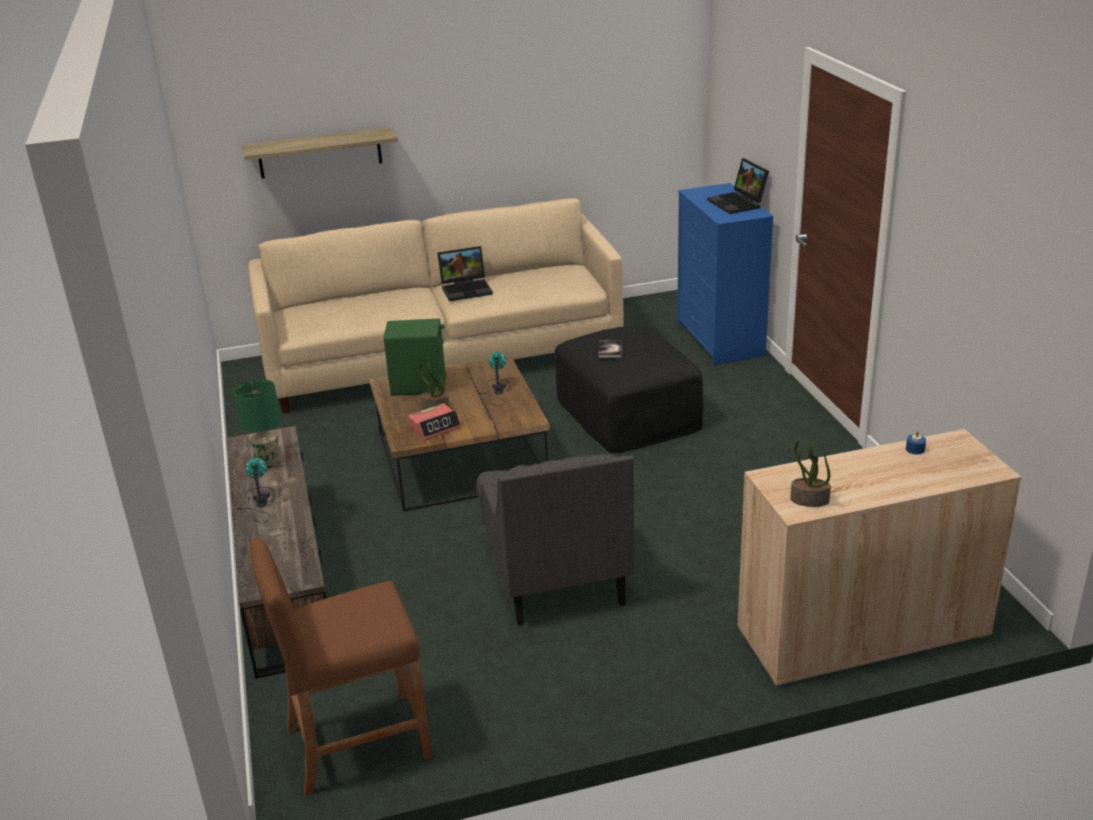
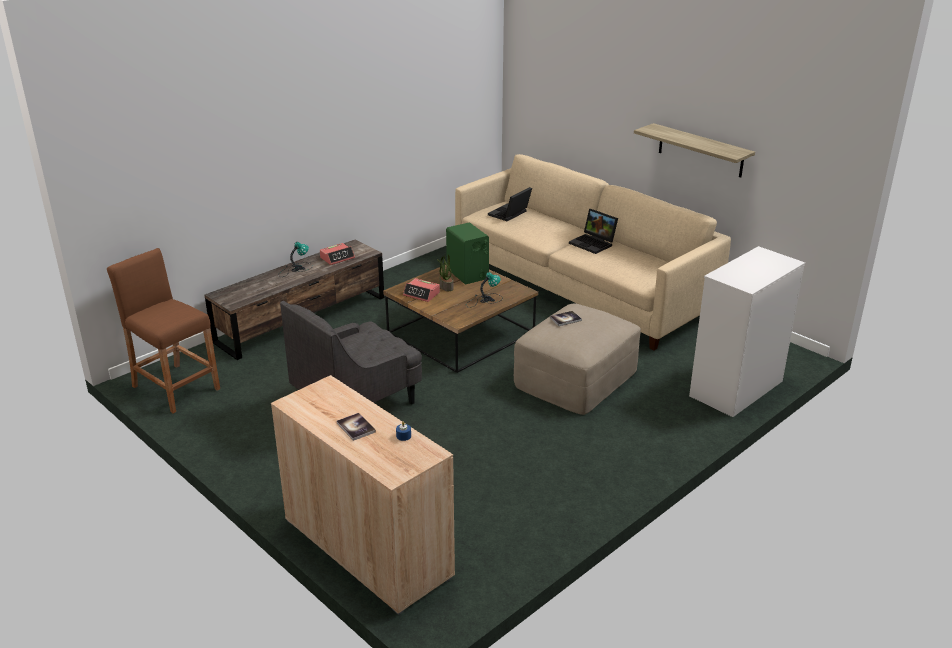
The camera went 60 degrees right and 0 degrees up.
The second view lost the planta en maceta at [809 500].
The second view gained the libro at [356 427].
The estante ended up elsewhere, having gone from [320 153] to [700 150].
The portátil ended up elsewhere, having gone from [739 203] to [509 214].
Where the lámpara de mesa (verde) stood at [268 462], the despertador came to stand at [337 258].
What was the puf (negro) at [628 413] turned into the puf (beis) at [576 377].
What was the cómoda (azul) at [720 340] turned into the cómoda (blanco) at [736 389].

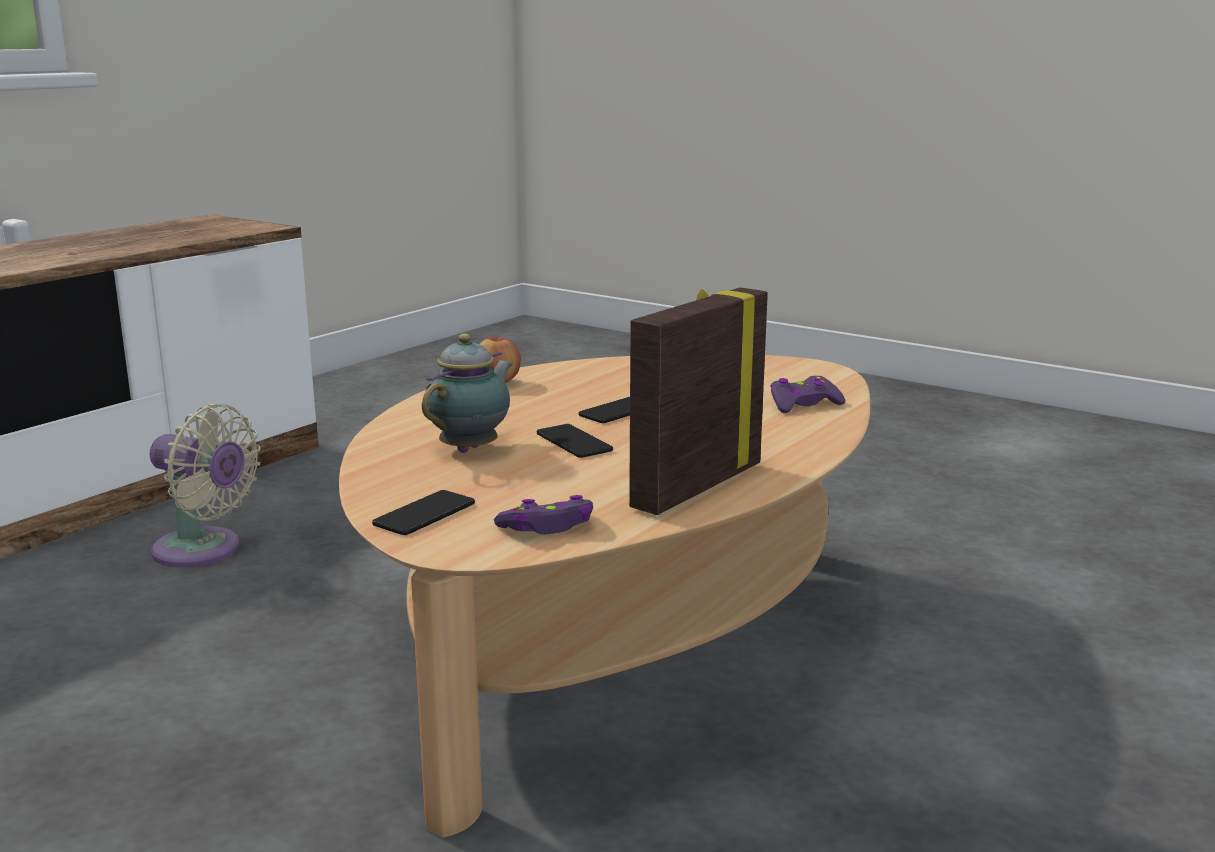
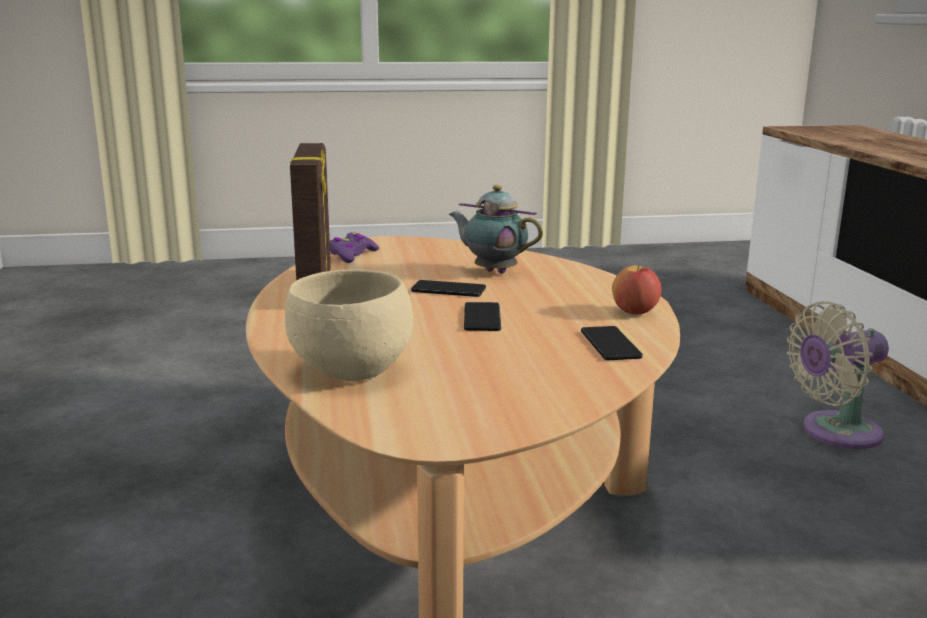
The camera went 135 degrees right and 0 degrees up.
The móvil ended up elsewhere, having gone from [424 514] to [610 344].
Where the mando de consola (morado) stood at [803 404], the cuenco (beis) came to stand at [352 372].
The tetera at [472 448] ended up facing another way, 135 degrees clockwise from before.

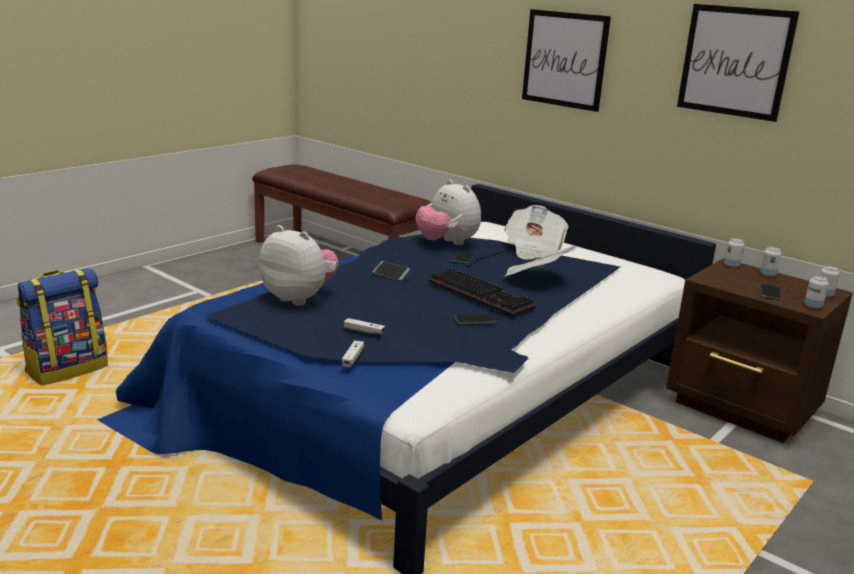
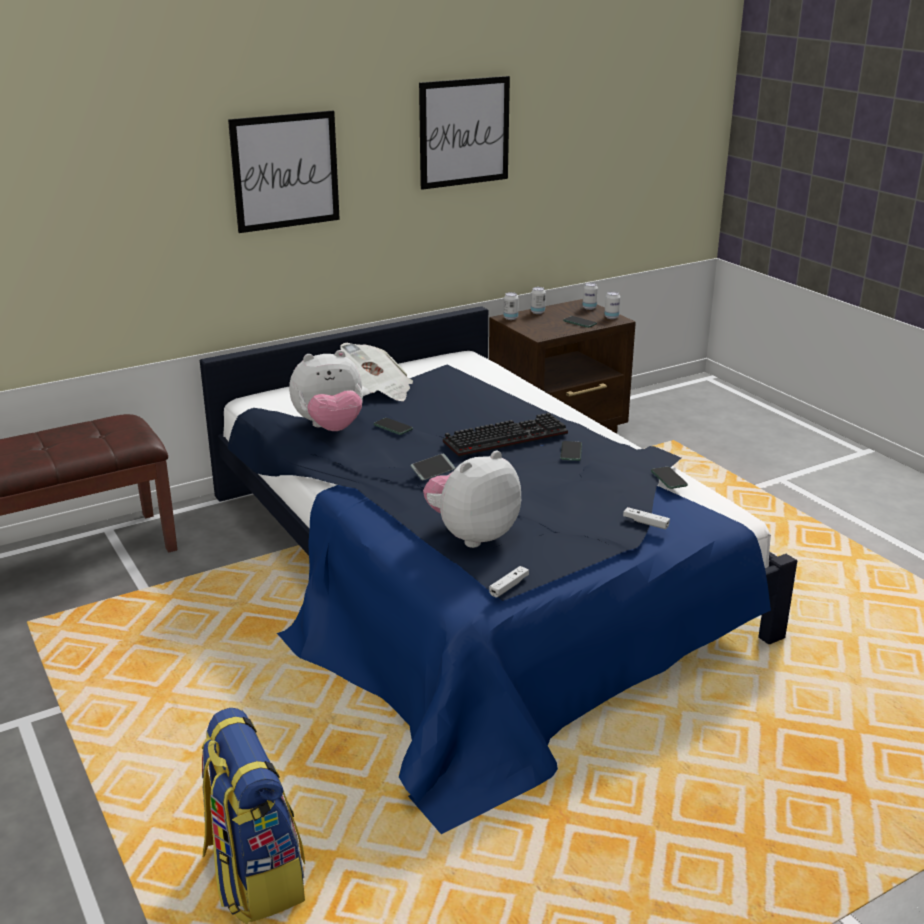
The camera went 70 degrees left and 5 degrees up.
The second view lost the periódico at [535 279].
The second view gained the móvil at [669 478].
The mando de consola (blanco) ended up elsewhere, having gone from [364 331] to [509 586].

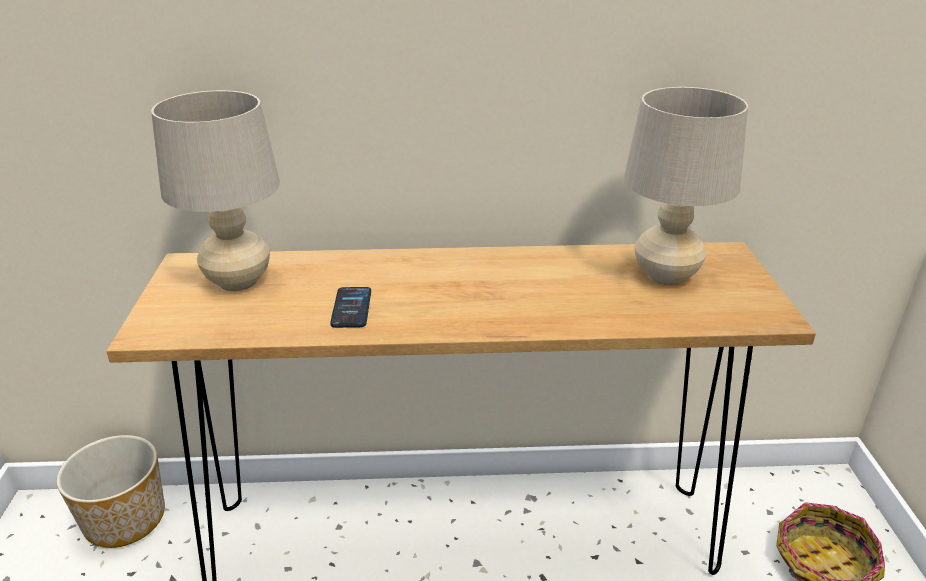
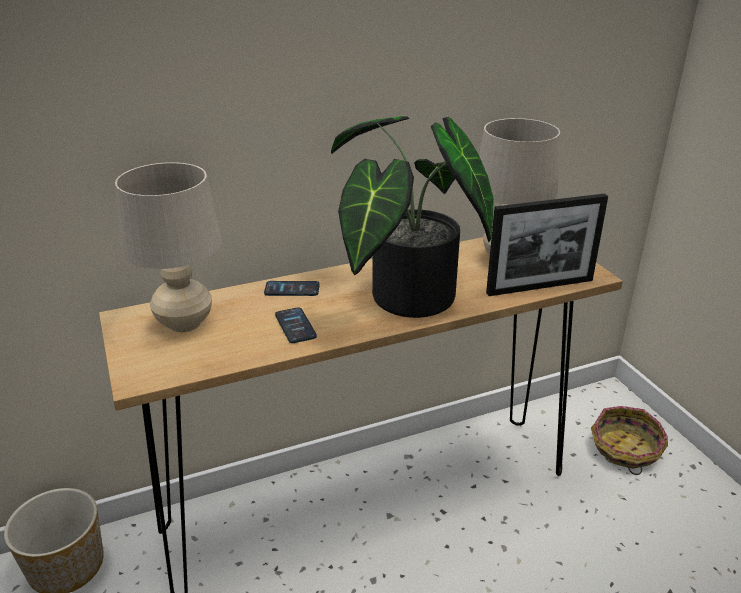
The camera went 20 degrees left and 0 degrees up.
The second view gained the móvil at [292 289].
The second view gained the planta en maceta at [403 300].
The second view gained the portarretratos at [540 286].

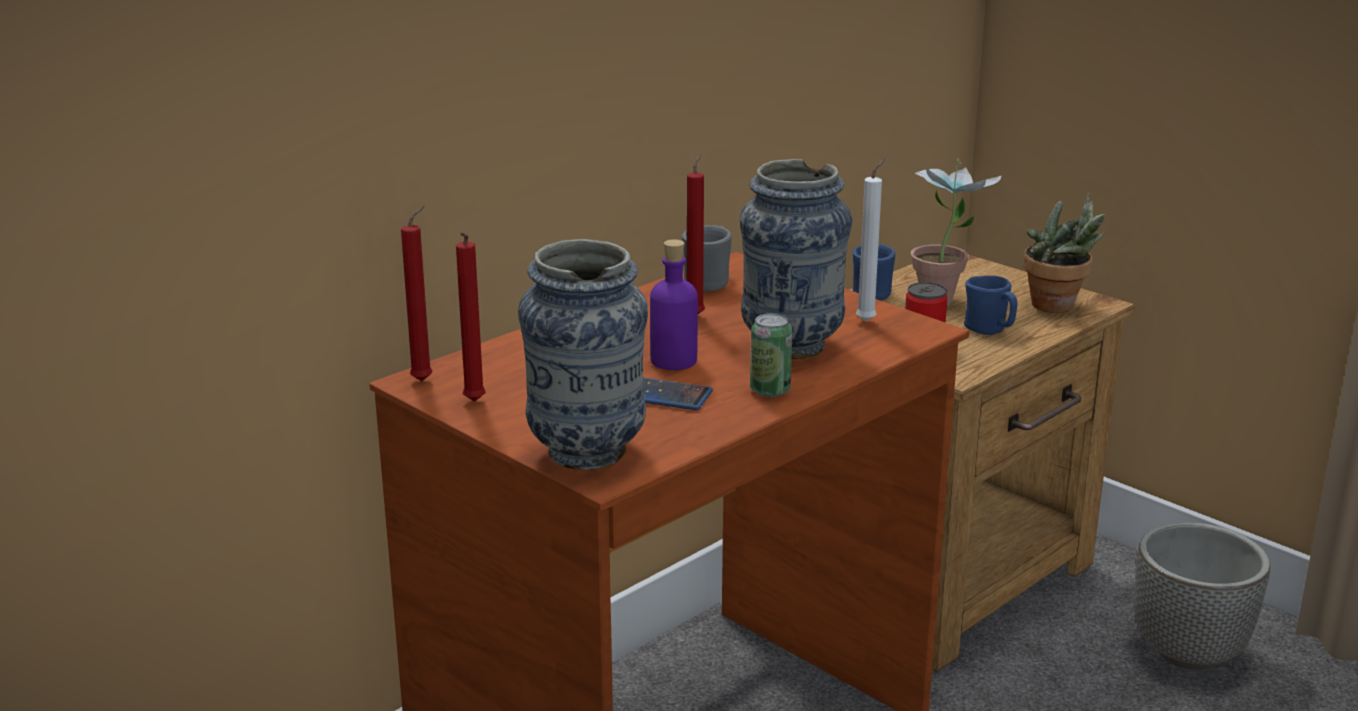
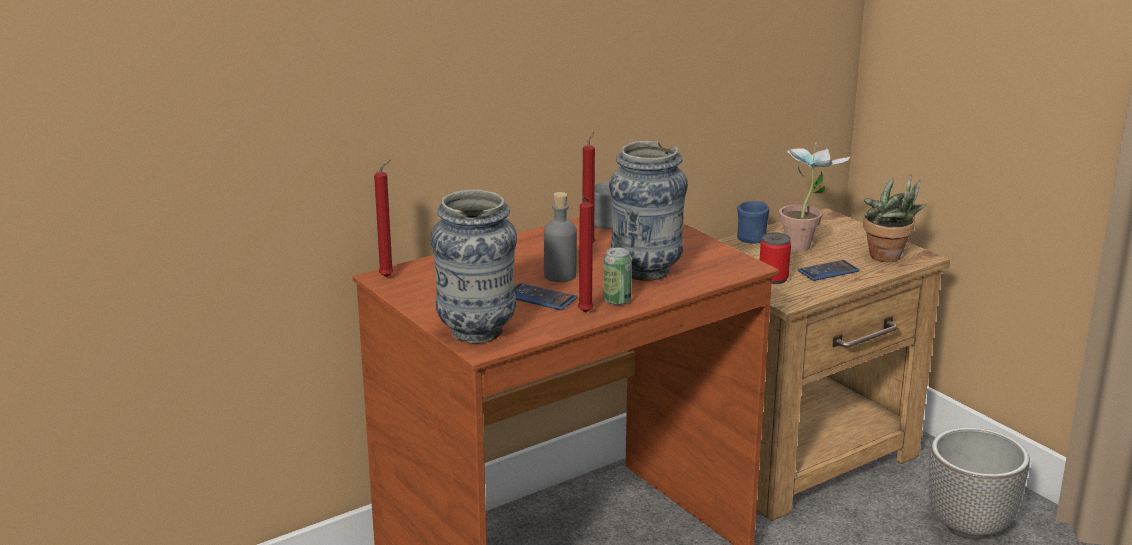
The camera went 10 degrees right and 0 degrees up.
The second view lost the vela (blanco) at [868 321].
The vela (rojo) ended up elsewhere, having gone from [473 403] to [584 313].
Where the taza grande (azul) stood at [989 330], the móvil came to stand at [828 271].
What was the botella (morado) at [673 360] turned into the botella (gris) at [560 275].

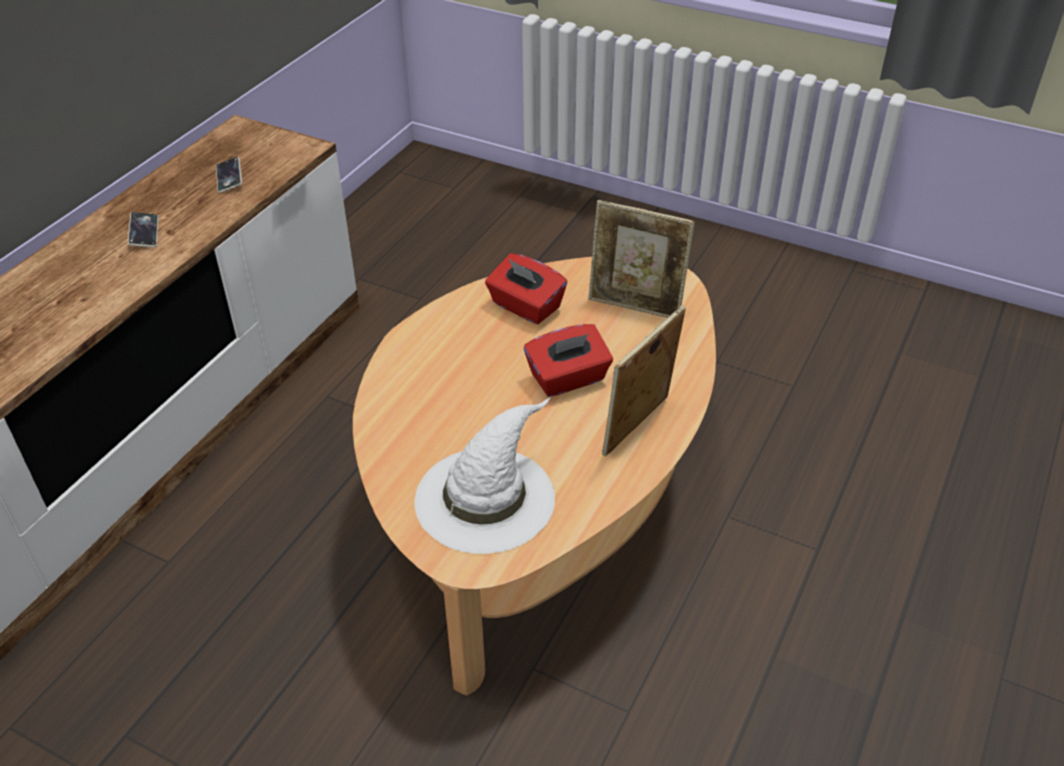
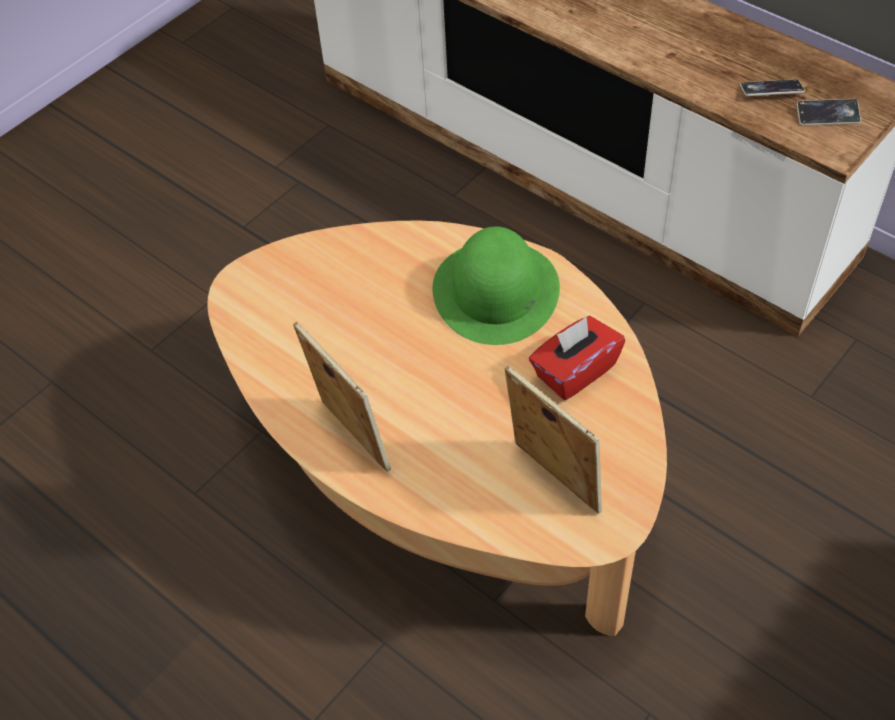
The camera went 105 degrees right and 10 degrees up.
The second view lost the sombrero (blanco) at [486 497].
The second view lost the caja de pañuelos (rojo) at [568 379].
The second view gained the sombrero (verde) at [496 291].
The móvil ended up elsewhere, having gone from [144 233] to [827 115].
The portarretratos at [635 307] ended up facing another way, 105 degrees clockwise from before.

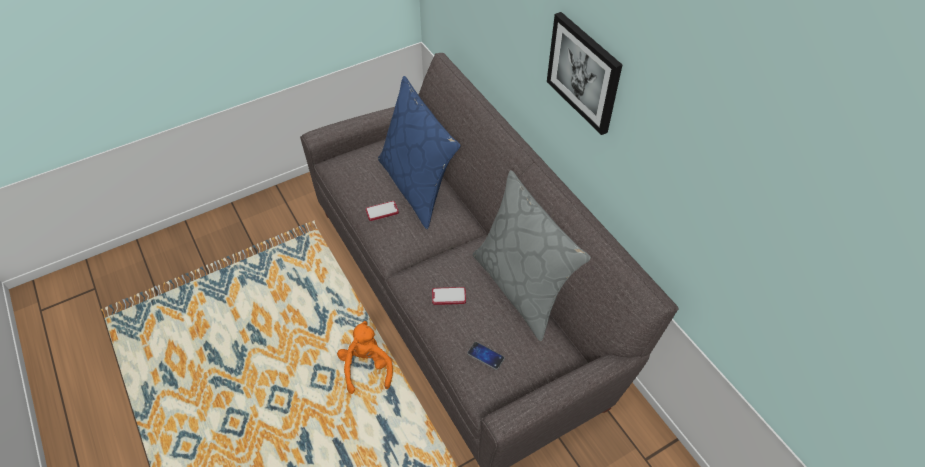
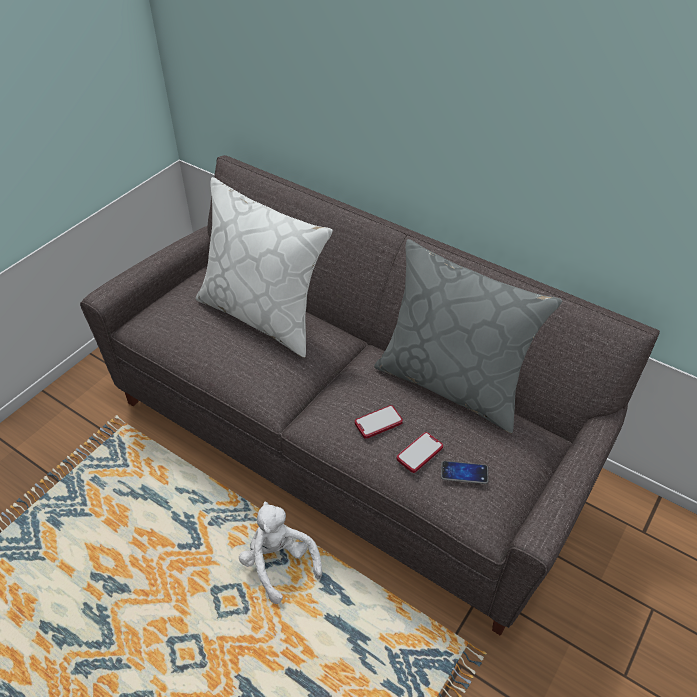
The camera went 25 degrees left and 5 degrees down.
The second view lost the cuadro at [584 72].
The móvil ended up elsewhere, having gone from [382 211] to [419 453].
What was the peluche (naranja) at [367 367] turned into the peluche (blanco) at [279 563].
What was the cojín (azul) at [417 186] turned into the cojín (blanco) at [263 314].

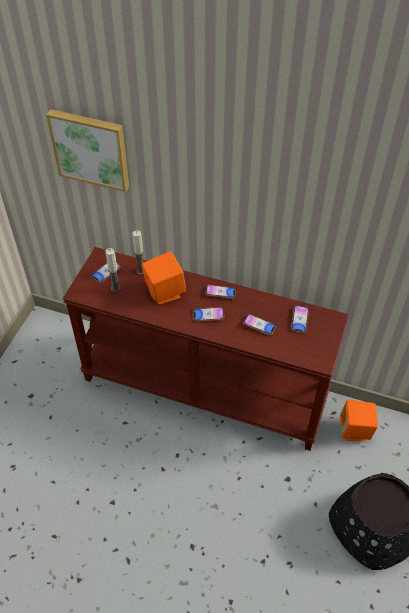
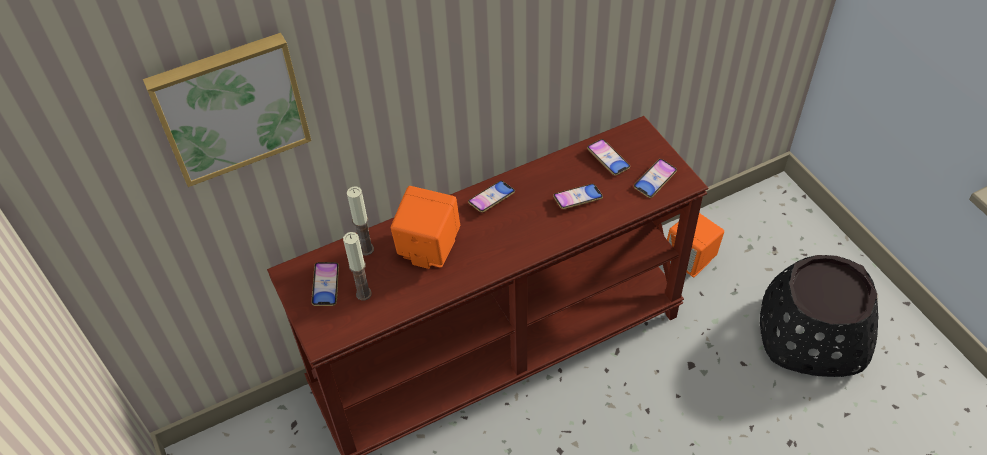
The camera went 45 degrees left and 0 degrees up.
The móvil ended up elsewhere, having gone from [208 315] to [654 180].

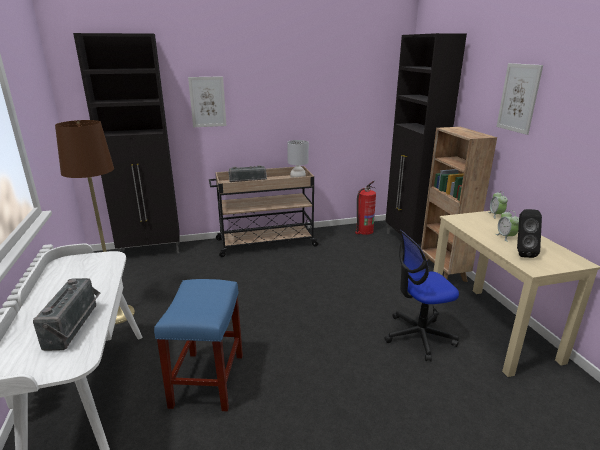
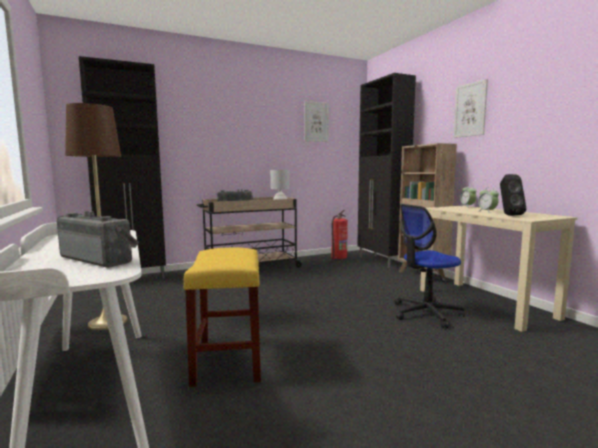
The camera went 10 degrees left and 15 degrees down.
The cuadro ended up elsewhere, having gone from [207 102] to [316 122].
What was the taburete (azul) at [208 381] turned into the taburete (amarillo) at [228 361].
The radio at [75 327] ended up facing another way, 45 degrees counterclockwise from before.

